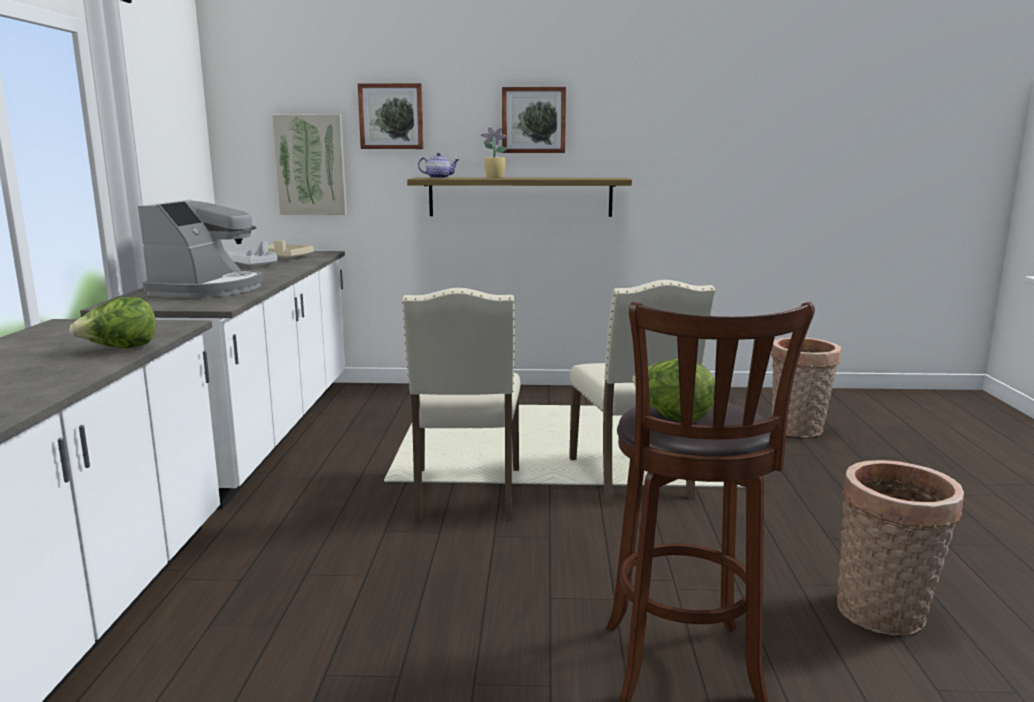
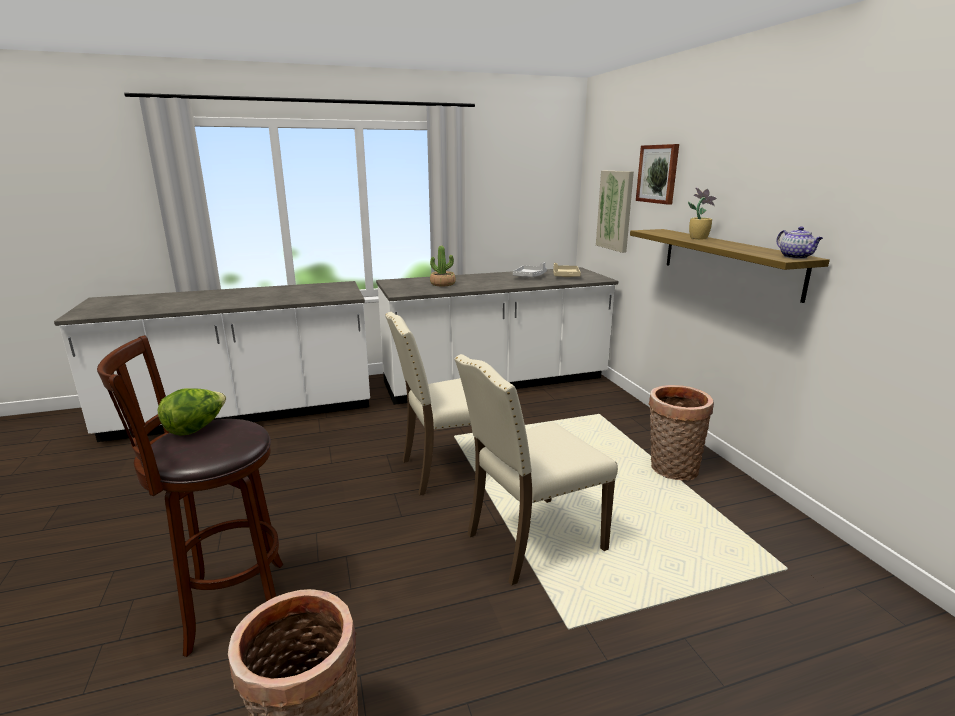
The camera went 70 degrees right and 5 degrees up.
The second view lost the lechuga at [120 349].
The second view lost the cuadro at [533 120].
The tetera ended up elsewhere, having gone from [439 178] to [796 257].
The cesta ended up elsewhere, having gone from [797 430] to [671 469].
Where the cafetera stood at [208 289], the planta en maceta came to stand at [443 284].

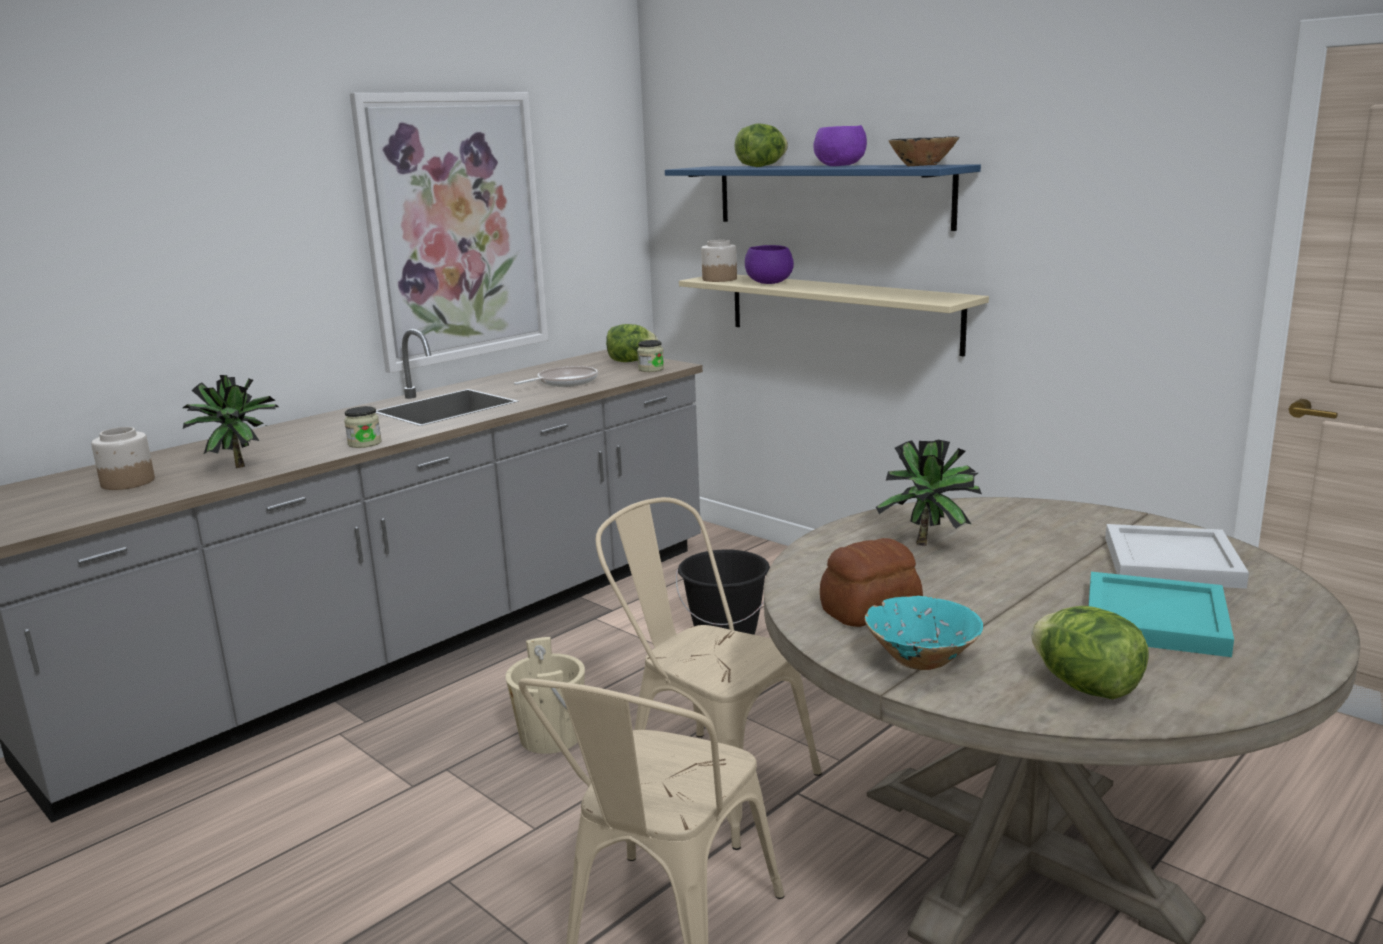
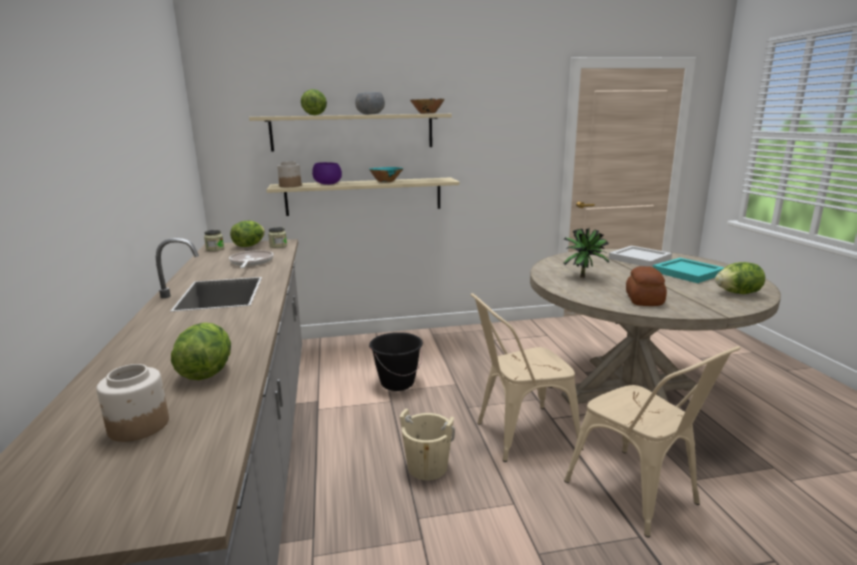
The camera went 55 degrees left and 0 degrees up.
The second view lost the cuadro at [455 228].
The tarro ended up elsewhere, having gone from [364 443] to [215 249].
The cuenco (turquesa) ended up elsewhere, having gone from [921 660] to [386 181].
Where the planta en maceta stood at [237 466], the lechuga came to stand at [206 372].
What was the estante (azul) at [830 195] turned into the estante (beis) at [352 132].
What was the cuenco (morado) at [840 166] turned into the cuenco (gris) at [370 114].

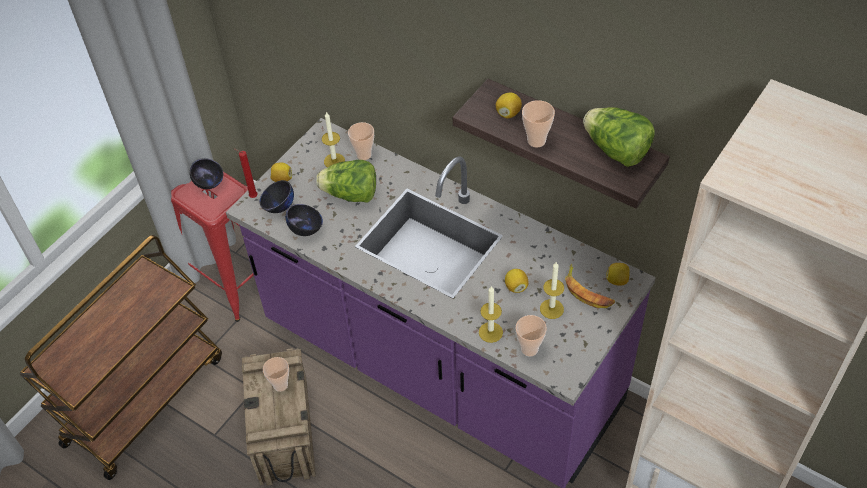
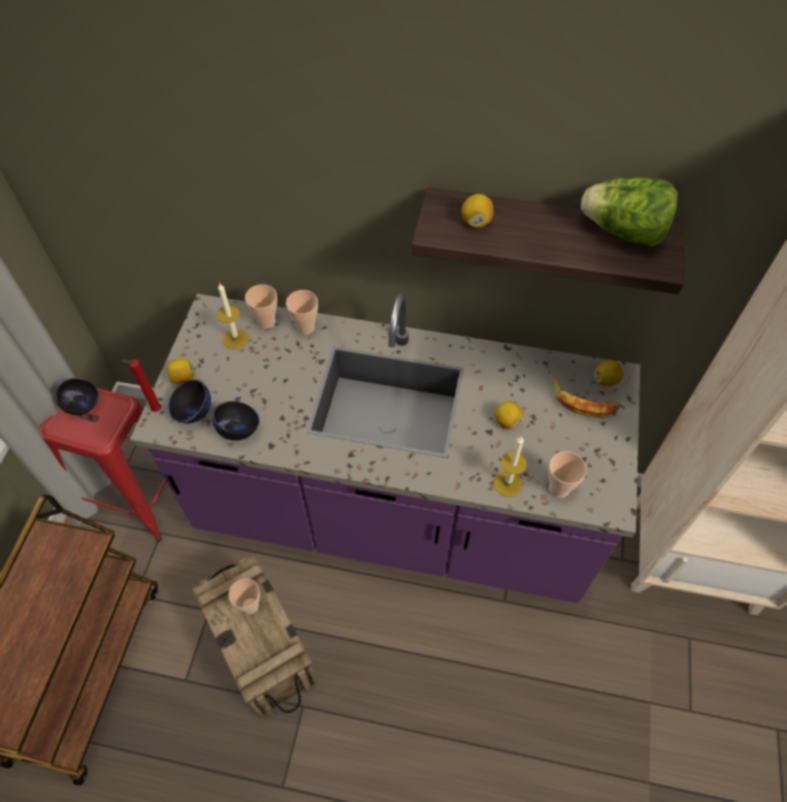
The camera went 25 degrees left and 5 degrees up.
The second view lost the lechuga at [351 195].
The second view lost the vela at [551 309].
The taza ended up elsewhere, having gone from [536 141] to [306 327].

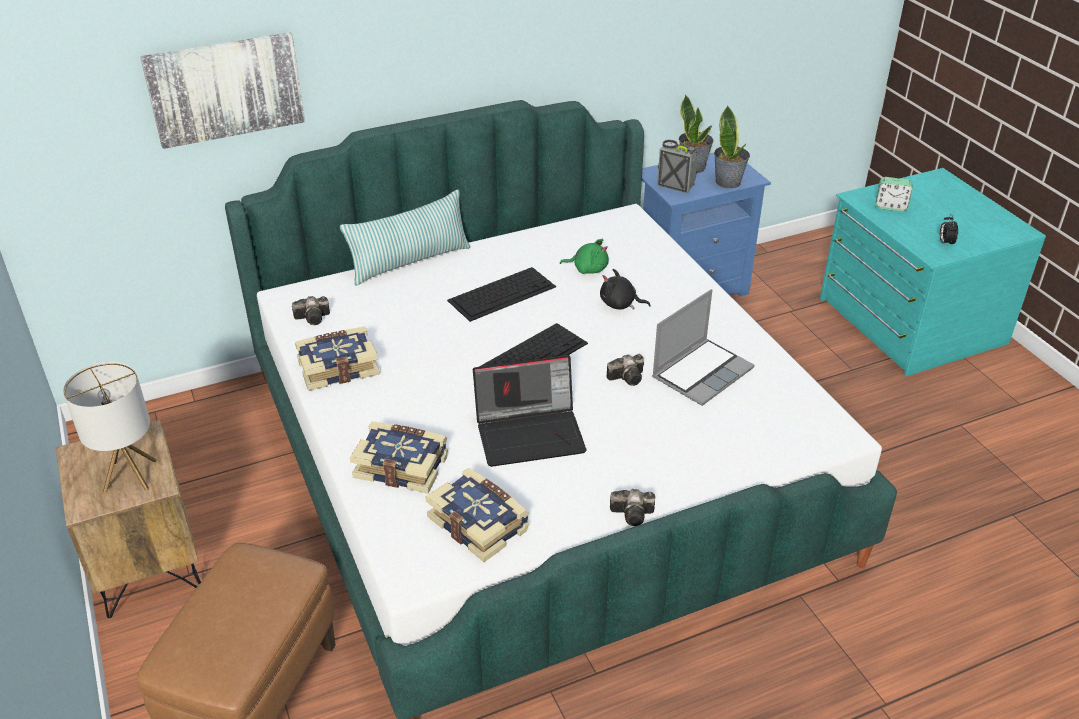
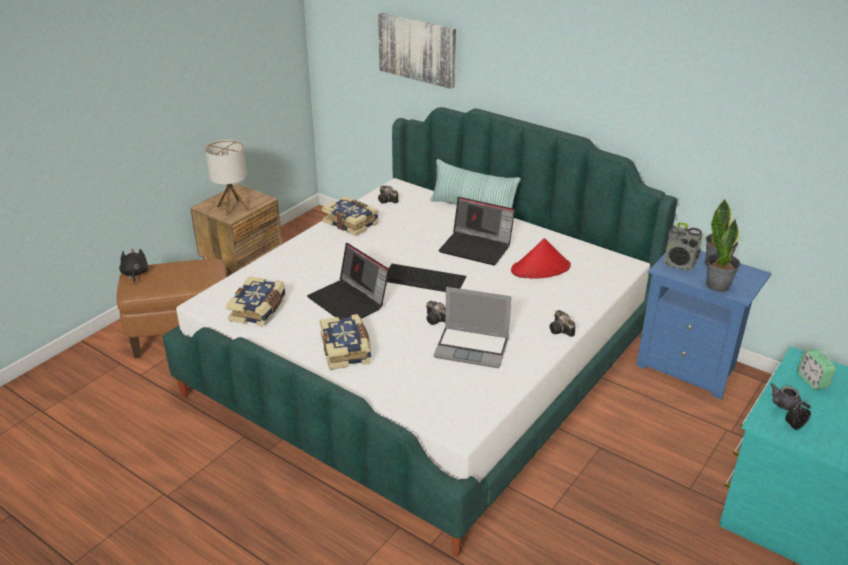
The camera went 60 degrees right and 5 degrees down.
The second view gained the tetera (gris) at [782 404].
The libro ended up elsewhere, having gone from [402 466] to [347 350].
The peluche (negro) ended up elsewhere, having gone from [620 304] to [135 274].
The cámara ended up elsewhere, having gone from [634 514] to [561 330].
Where the teclado stood at [502 293], the portátil came to stand at [477 247].
Where the peluche (verde) stood at [588 269], the sombrero (rojo) came to stand at [541 268].
The radio at [675 184] ended up facing another way, 120 degrees clockwise from before.

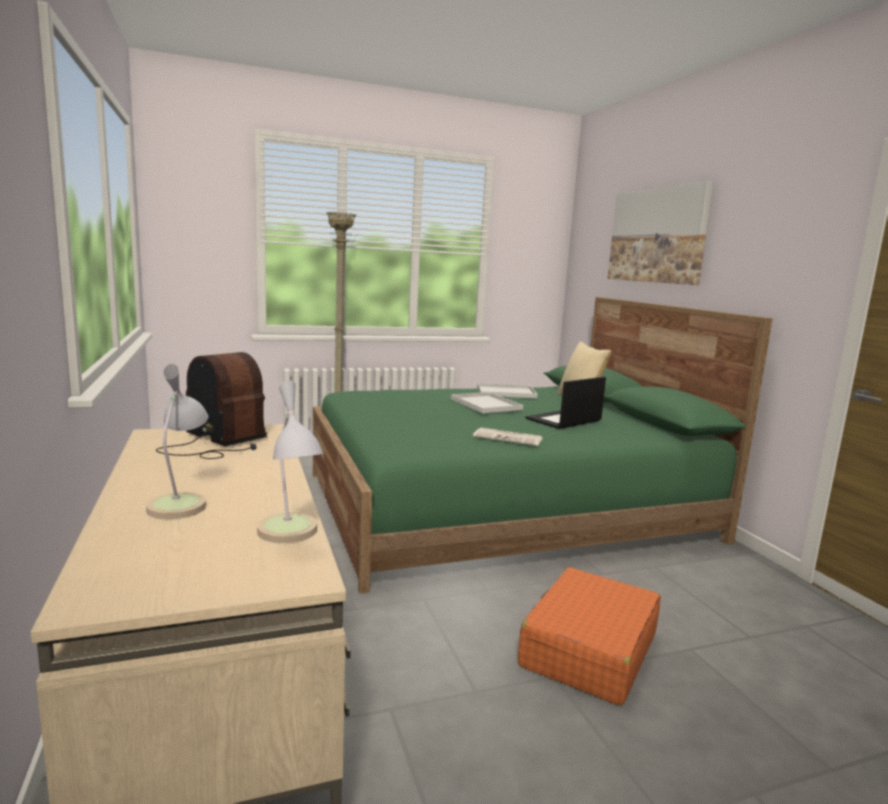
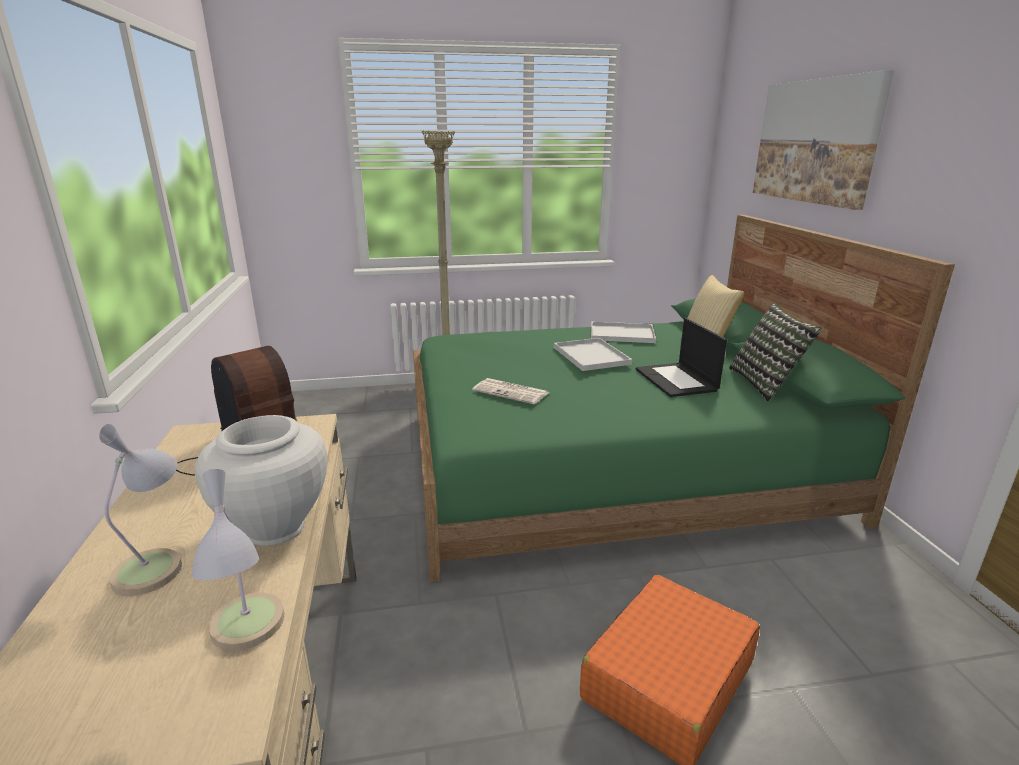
The camera went 10 degrees right and 10 degrees up.
The second view gained the florero (blanco) at [275 527].
The second view gained the cojín at [766 384].
The periódico ended up elsewhere, having gone from [509 438] to [512 392].
The portátil at [563 420] ended up facing another way, 75 degrees counterclockwise from before.

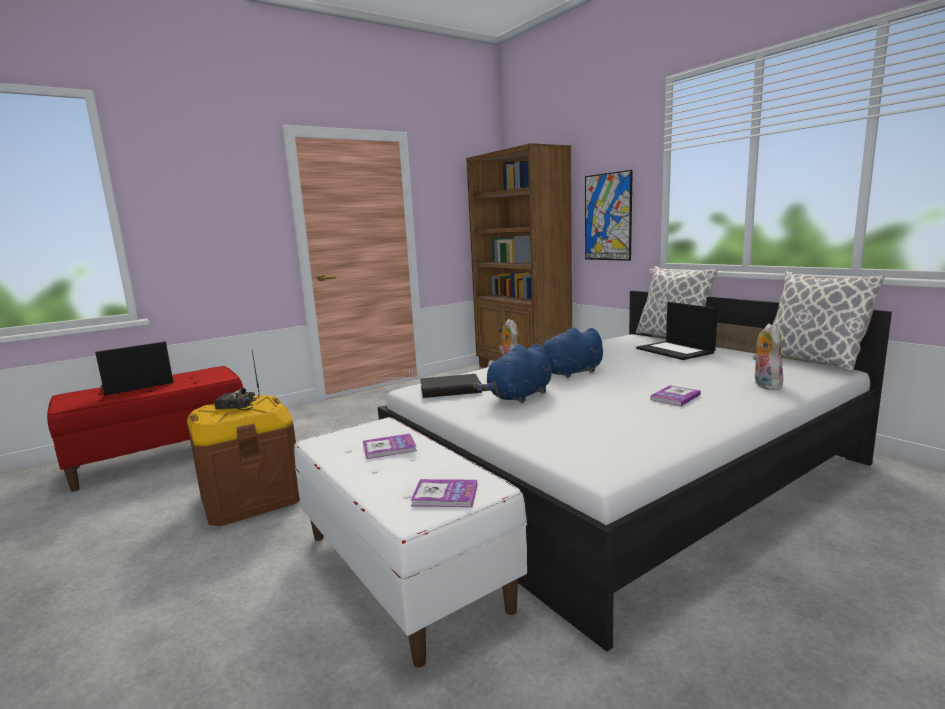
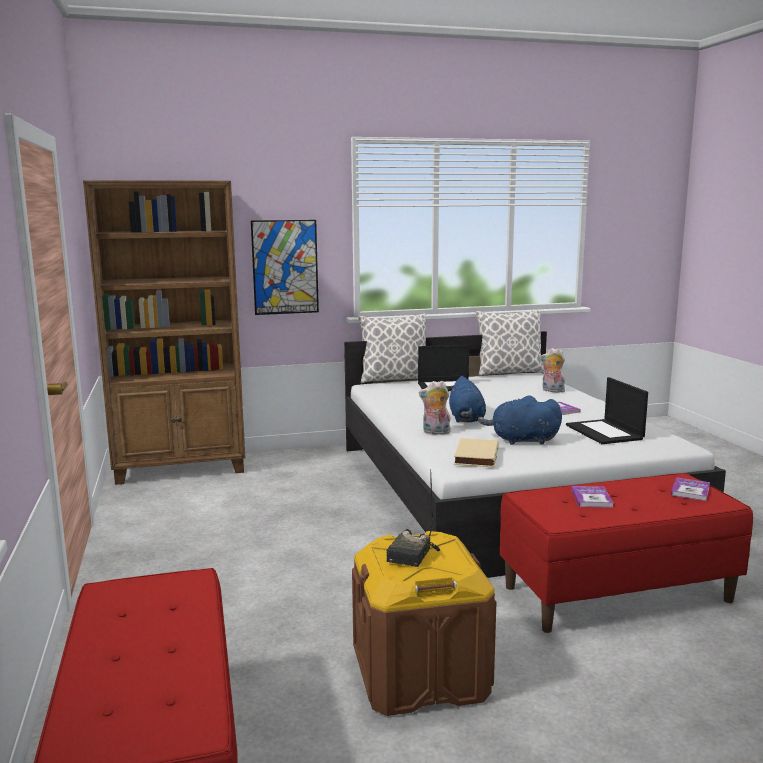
The camera went 70 degrees left and 0 degrees up.
The portátil ended up elsewhere, having gone from [136 385] to [605 432].
What was the banco (blanco) at [404 570] turned into the banco (rojo) at [617 593].
What was the libro (negro) at [450 389] turned into the libro (beis) at [475 456].
The peluche (azul) at [518 396] ended up facing another way, 120 degrees clockwise from before.

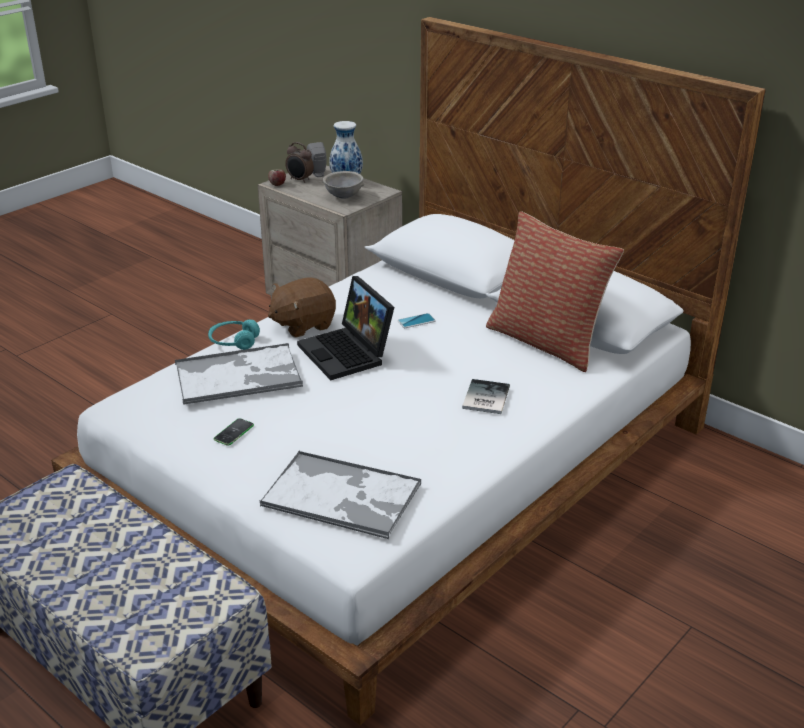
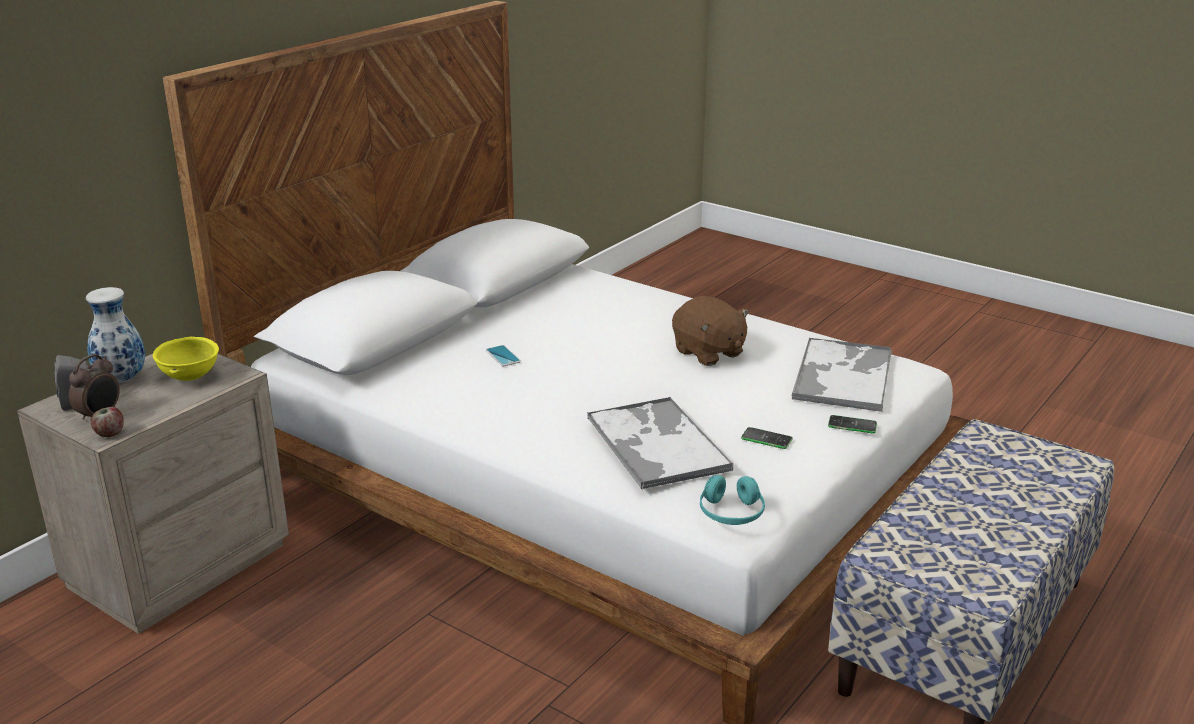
The camera went 95 degrees left and 5 degrees down.
The second view lost the portátil at [348 353].
The second view lost the libro at [484 398].
The second view lost the cojín at [547 341].
The second view gained the móvil at [852 425].
The auriculares (turquesa) ended up elsewhere, having gone from [233 341] to [731 513].
The peluche (marrón) ended up elsewhere, having gone from [303 324] to [708 353].
What was the cuenco (gris) at [343 197] turned into the cuenco (amarillo) at [191 377].

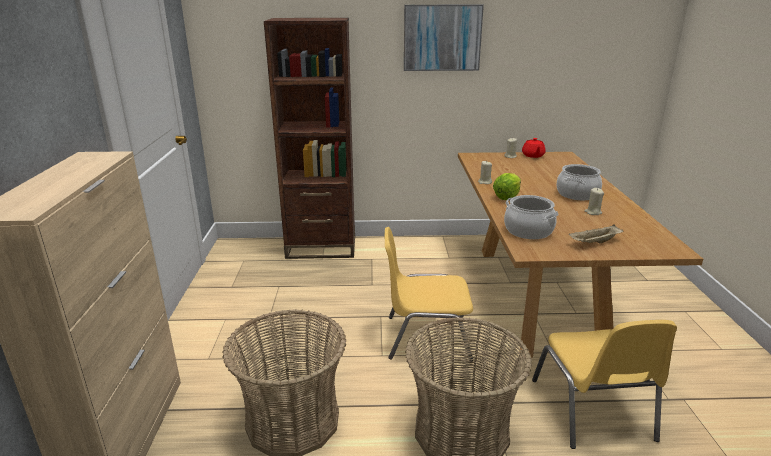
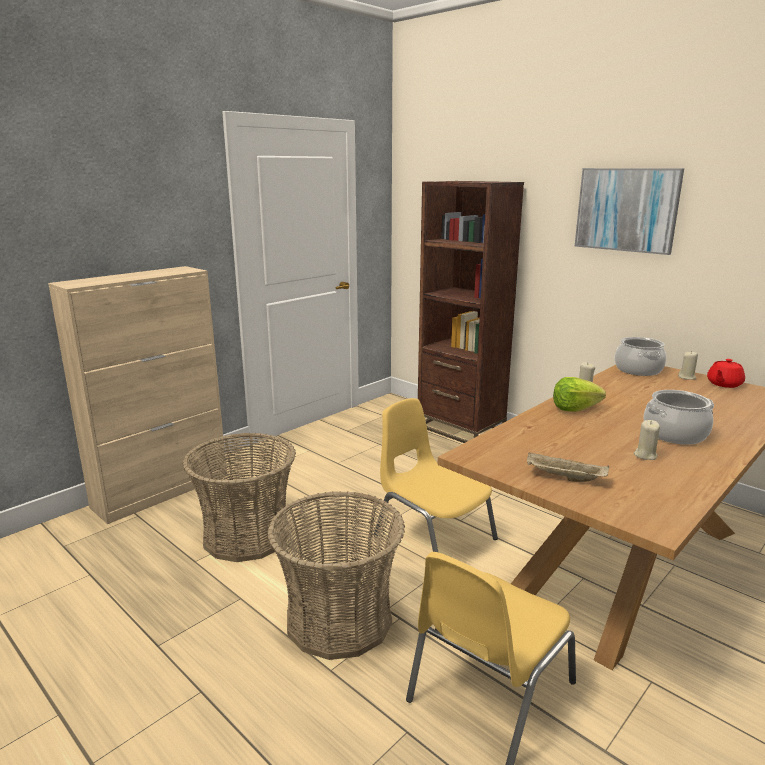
The camera went 45 degrees right and 5 degrees down.
The olla ended up elsewhere, having gone from [528 231] to [637 370].

